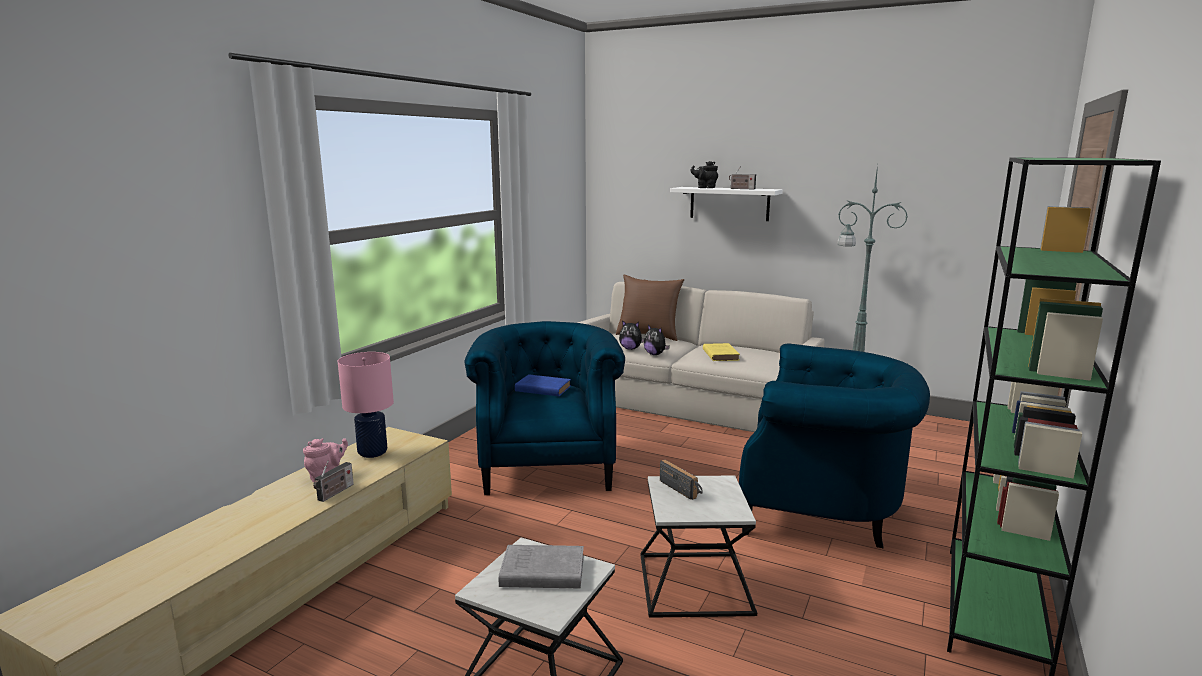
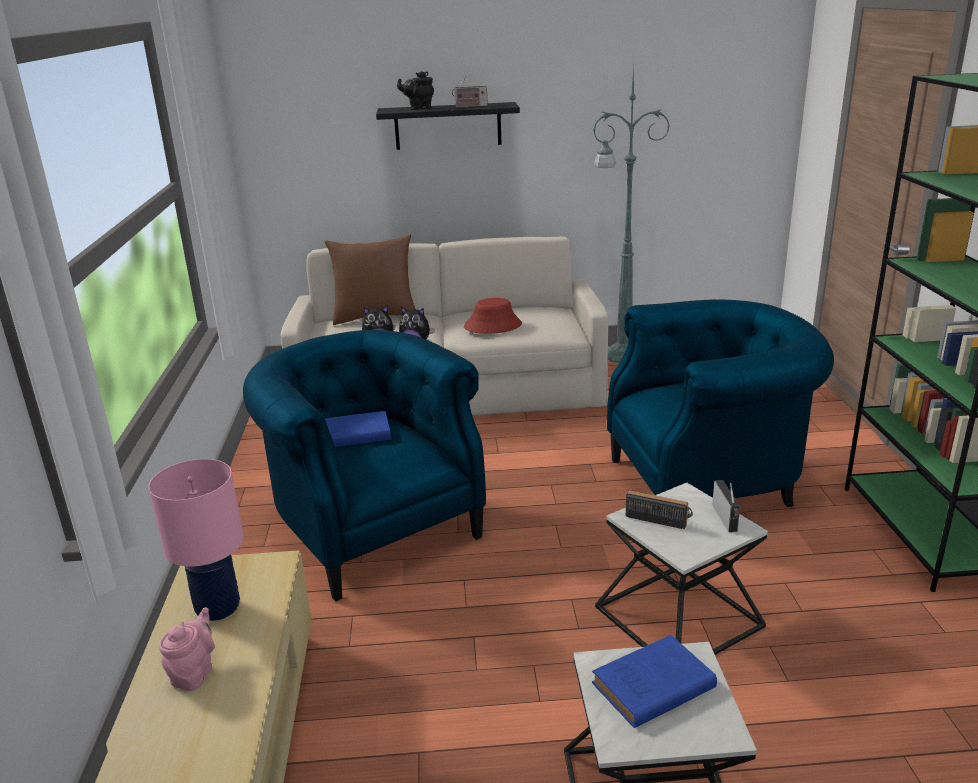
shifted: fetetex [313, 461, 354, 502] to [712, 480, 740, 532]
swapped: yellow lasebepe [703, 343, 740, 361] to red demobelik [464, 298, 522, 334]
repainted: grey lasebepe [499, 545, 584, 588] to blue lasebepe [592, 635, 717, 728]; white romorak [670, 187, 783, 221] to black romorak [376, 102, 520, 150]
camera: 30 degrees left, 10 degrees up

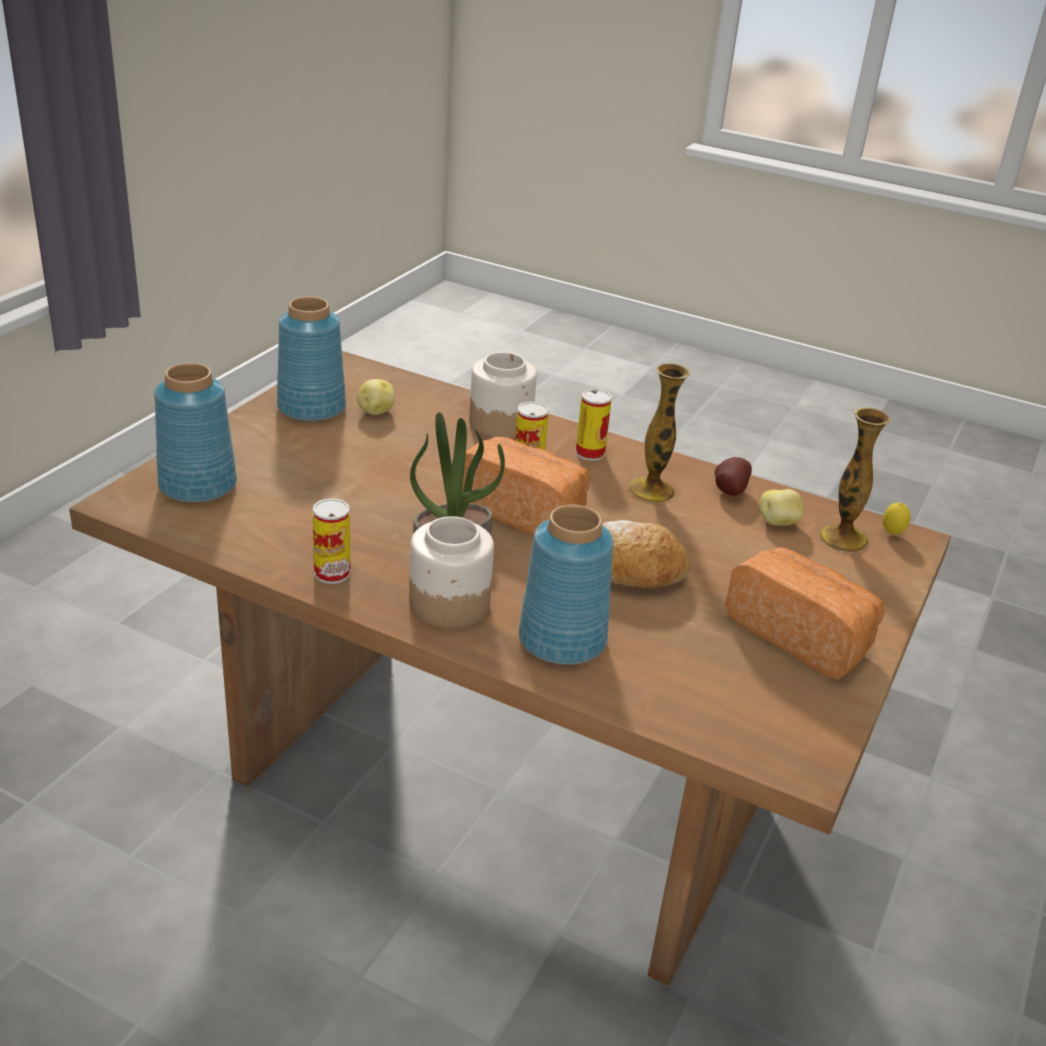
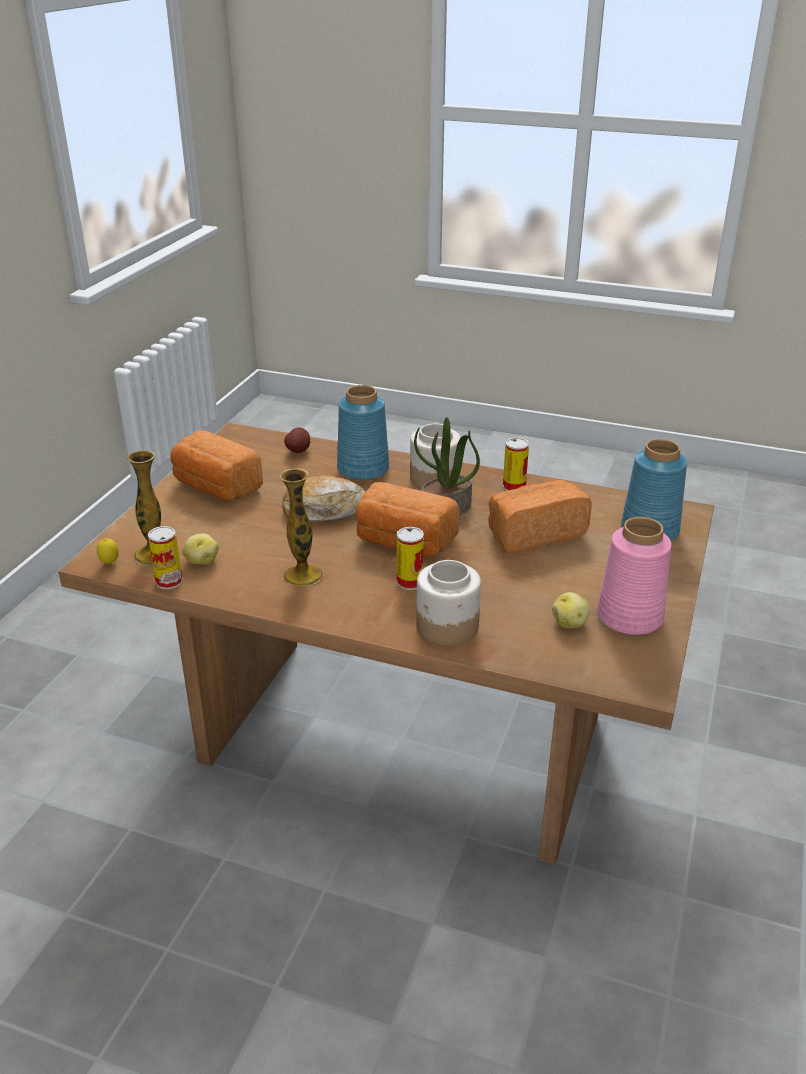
new: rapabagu [489, 480, 592, 553]
shifted: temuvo [576, 389, 612, 461] to [148, 526, 183, 589]; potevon [714, 457, 752, 496] to [284, 427, 310, 453]
repainted: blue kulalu [277, 297, 346, 422] to pink kulalu [597, 517, 672, 635]
camera: 175 degrees right, 0 degrees up

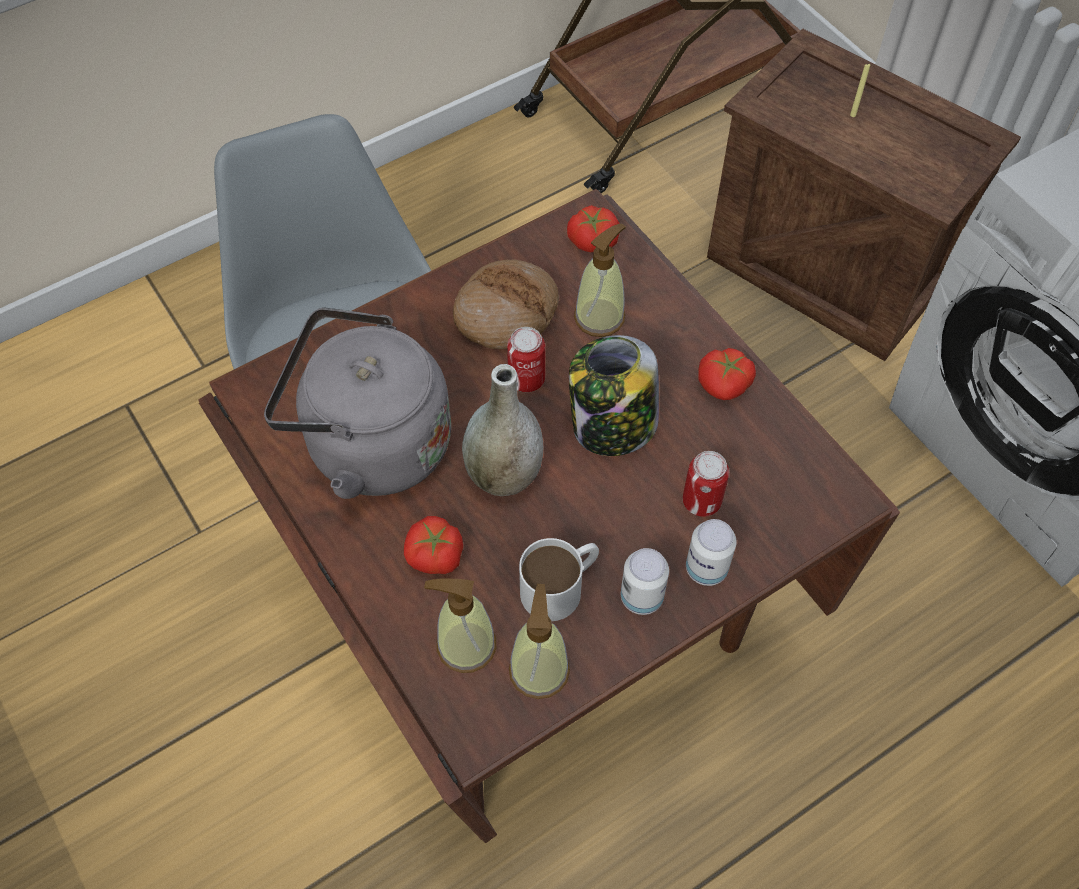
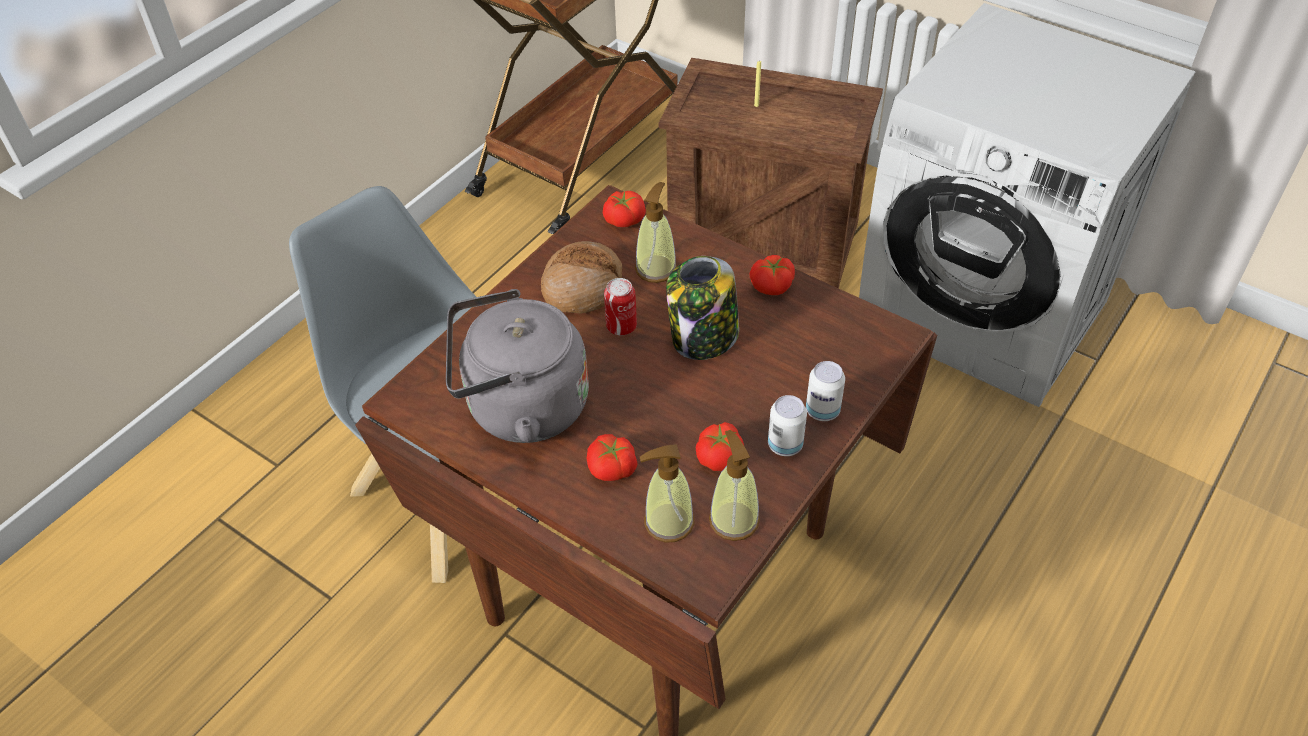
gone: grey kulalu [462, 364, 543, 496]; temuvo [683, 451, 729, 517]
swapped: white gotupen [519, 538, 599, 621] to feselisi [696, 422, 744, 471]
camera: 20 degrees left, 10 degrees down

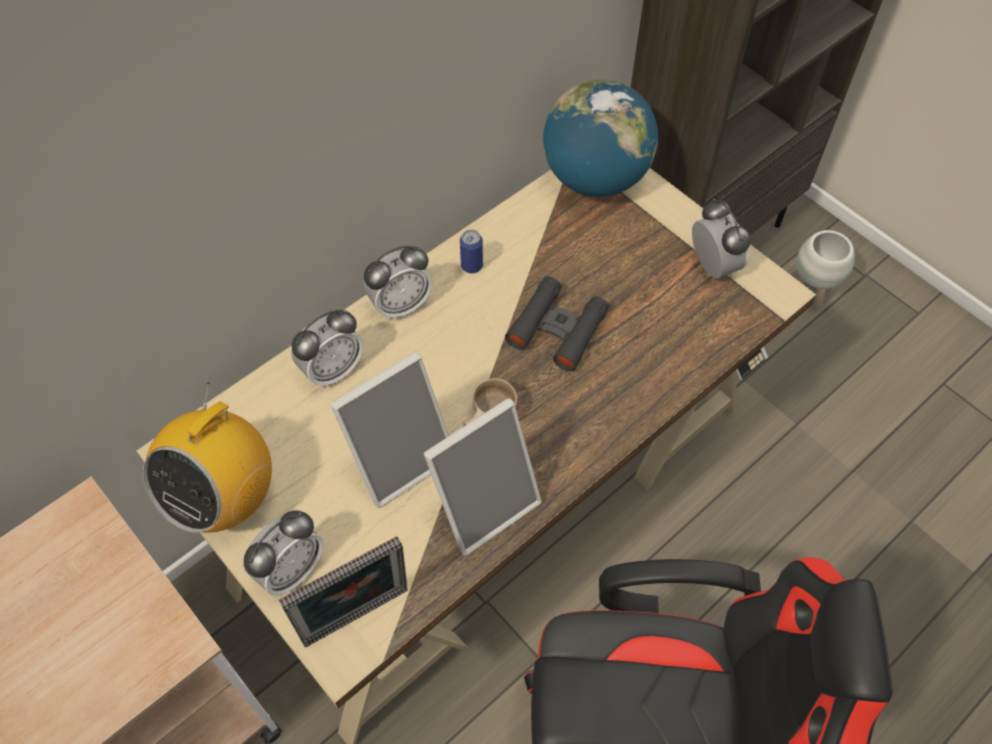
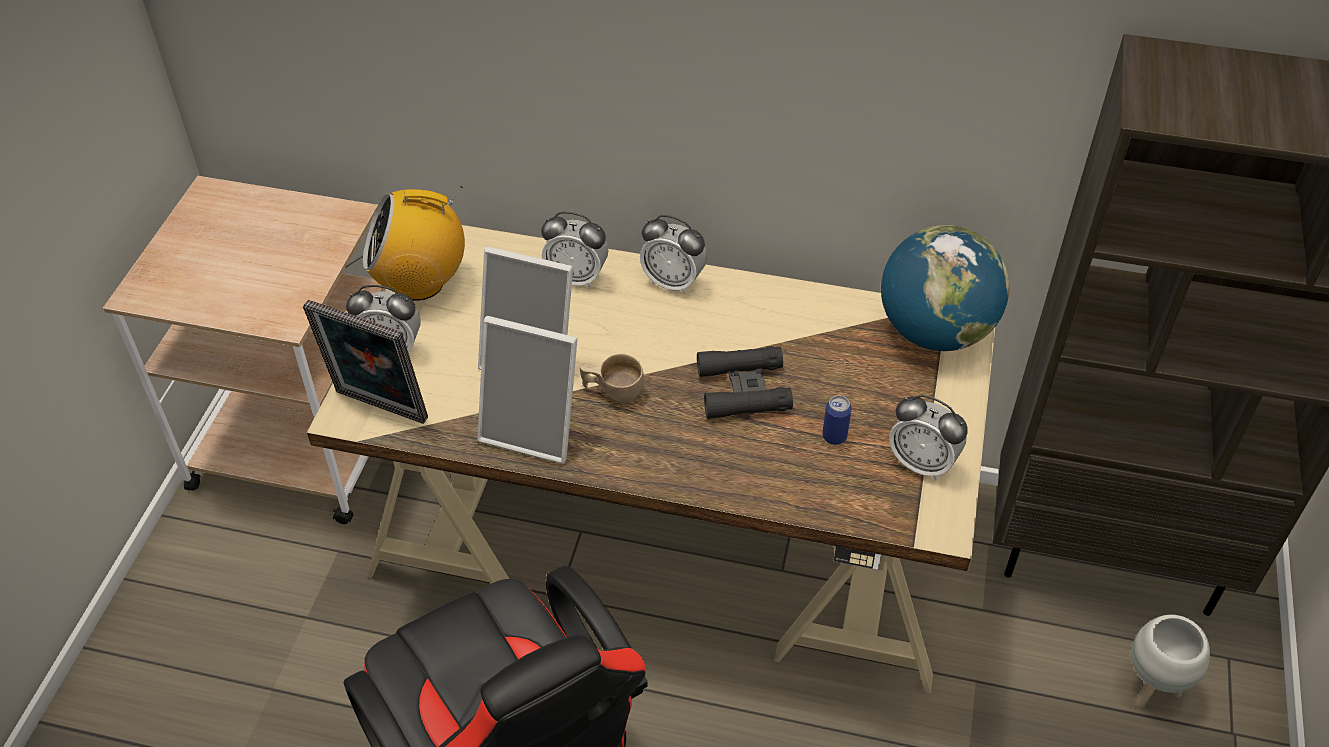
shifted: temuvo [460, 229, 483, 273] to [822, 395, 852, 445]
rotated: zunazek [692, 199, 751, 279] = [889, 395, 968, 480] 90 degrees clockwise
camera: 55 degrees right, 10 degrees down

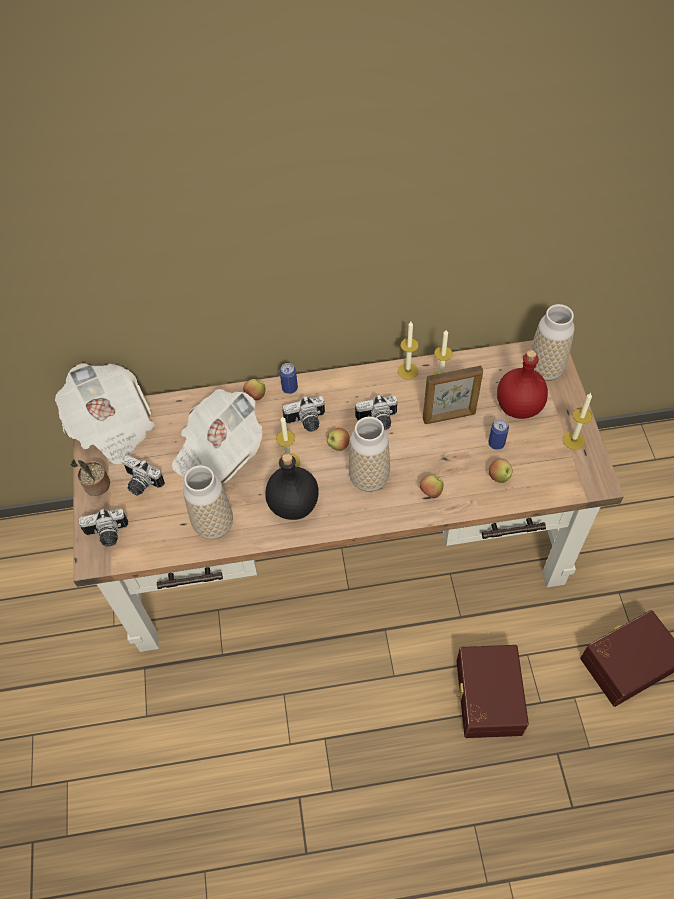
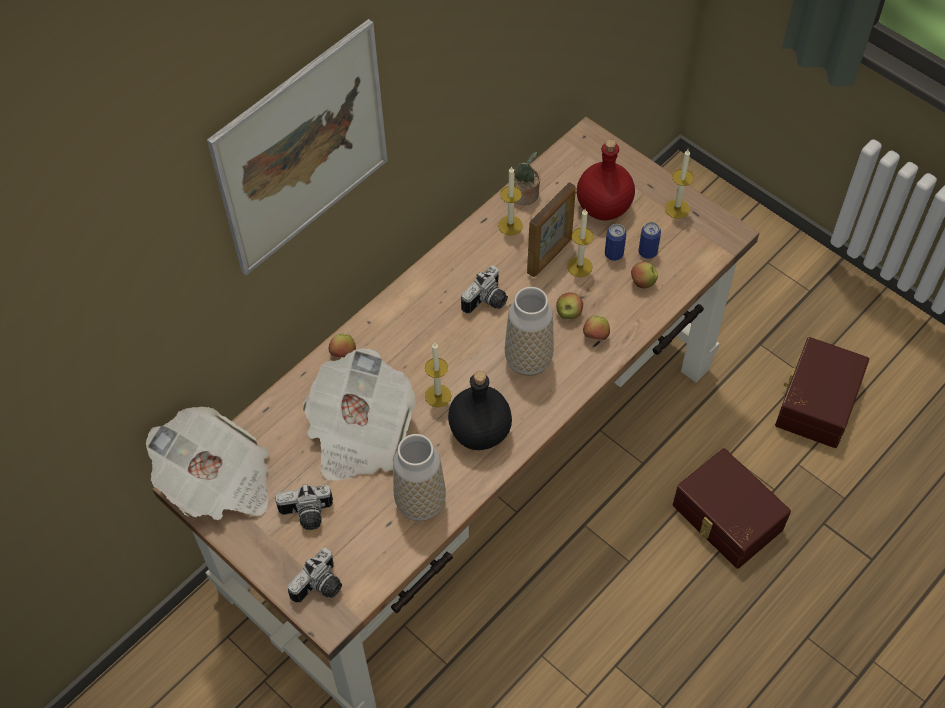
gone: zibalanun [283, 396, 325, 432]; kulalu [530, 304, 575, 381]
new: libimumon [207, 19, 388, 275]
shifted: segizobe [70, 459, 110, 496] to [514, 151, 540, 205]; temuvo [280, 363, 298, 394] to [639, 222, 661, 259]; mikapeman [327, 428, 350, 451] to [556, 292, 583, 319]; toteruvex [398, 322, 419, 380] to [567, 209, 594, 277]
camera: 40 degrees left, 0 degrees up

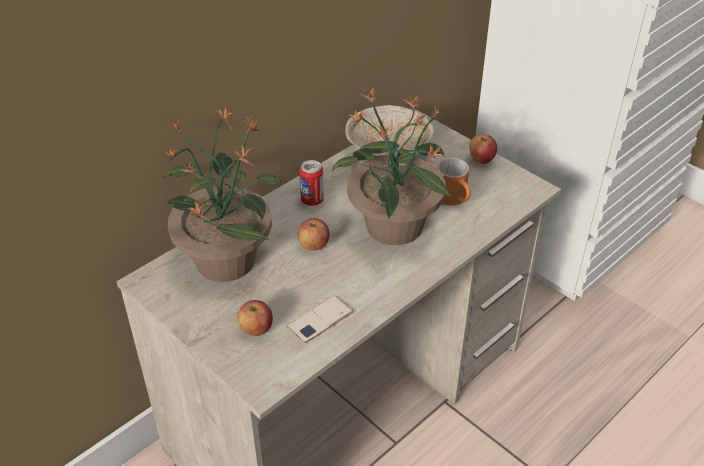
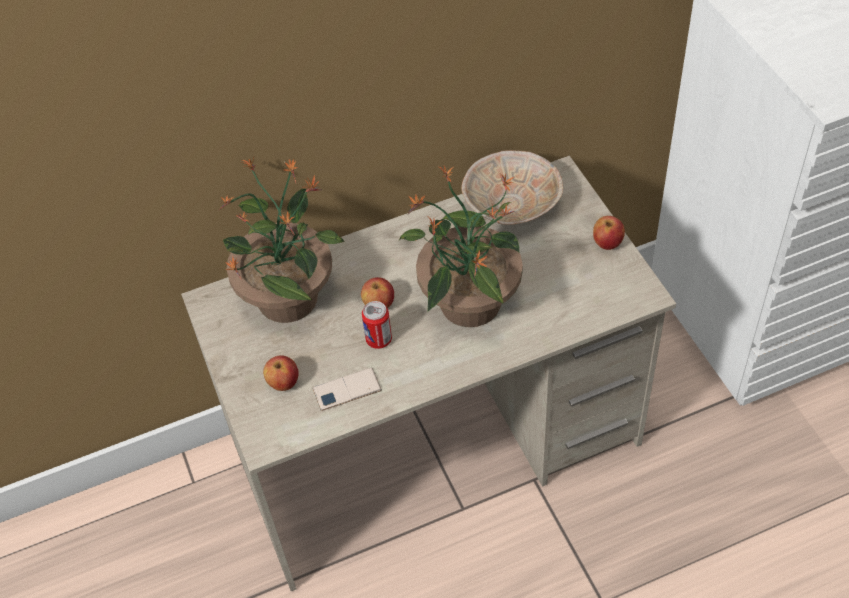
gone: orange gotupen [436, 158, 471, 206]
shifted: temuvo [299, 160, 324, 206] to [362, 301, 392, 349]
camera: 25 degrees right, 10 degrees up

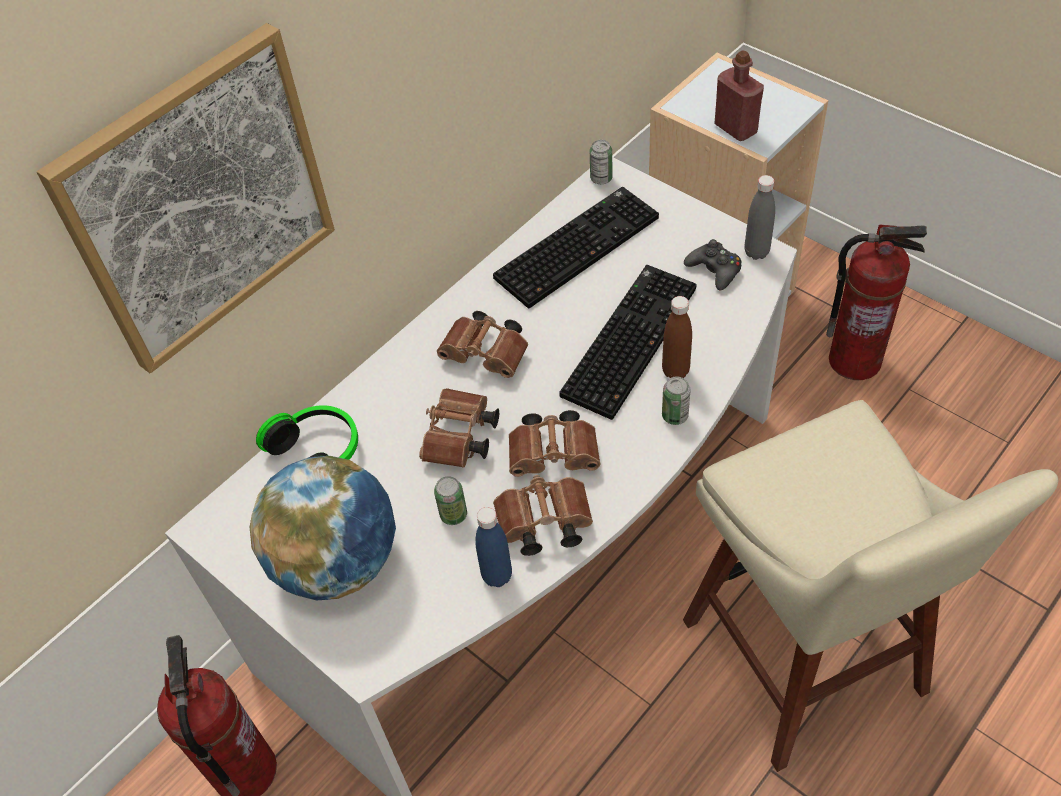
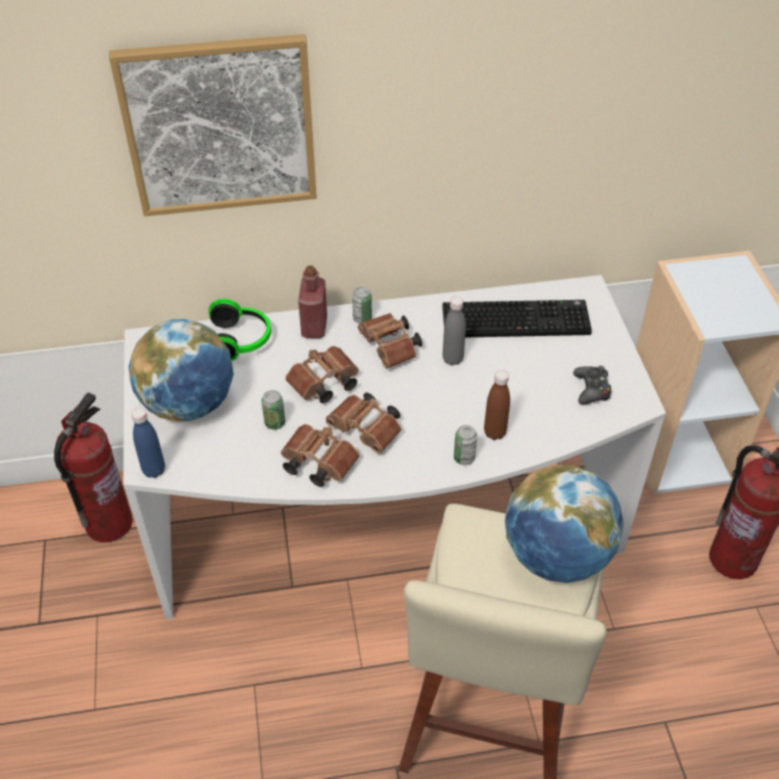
gone: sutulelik [560, 265, 697, 420]
new: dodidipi [505, 465, 624, 583]
shifted: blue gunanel [475, 507, 512, 587] to [131, 408, 165, 478]; temuvo [590, 140, 612, 184] to [352, 287, 372, 324]; red gunanel [714, 50, 764, 141] to [298, 266, 327, 338]; grey gunanel [744, 175, 775, 260] to [442, 297, 466, 366]
camera: 35 degrees right, 5 degrees down

